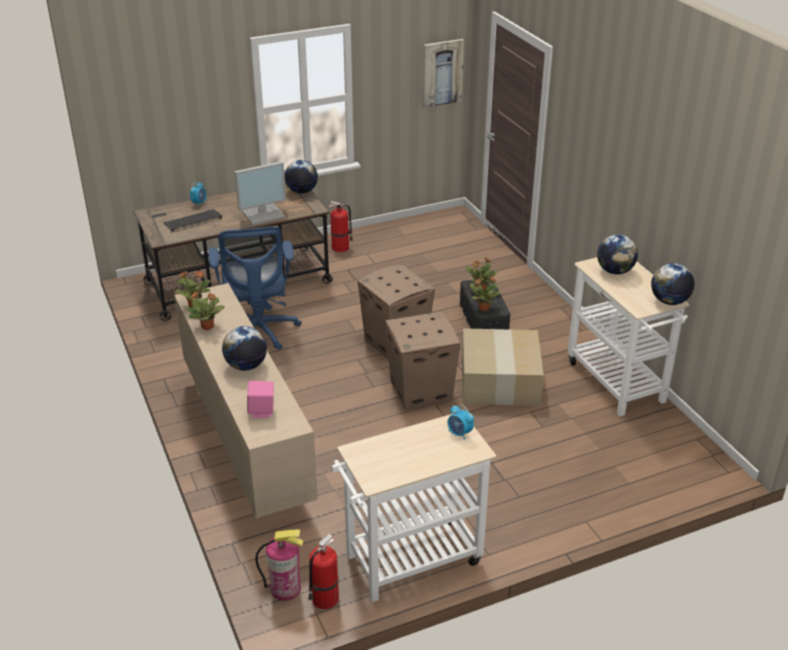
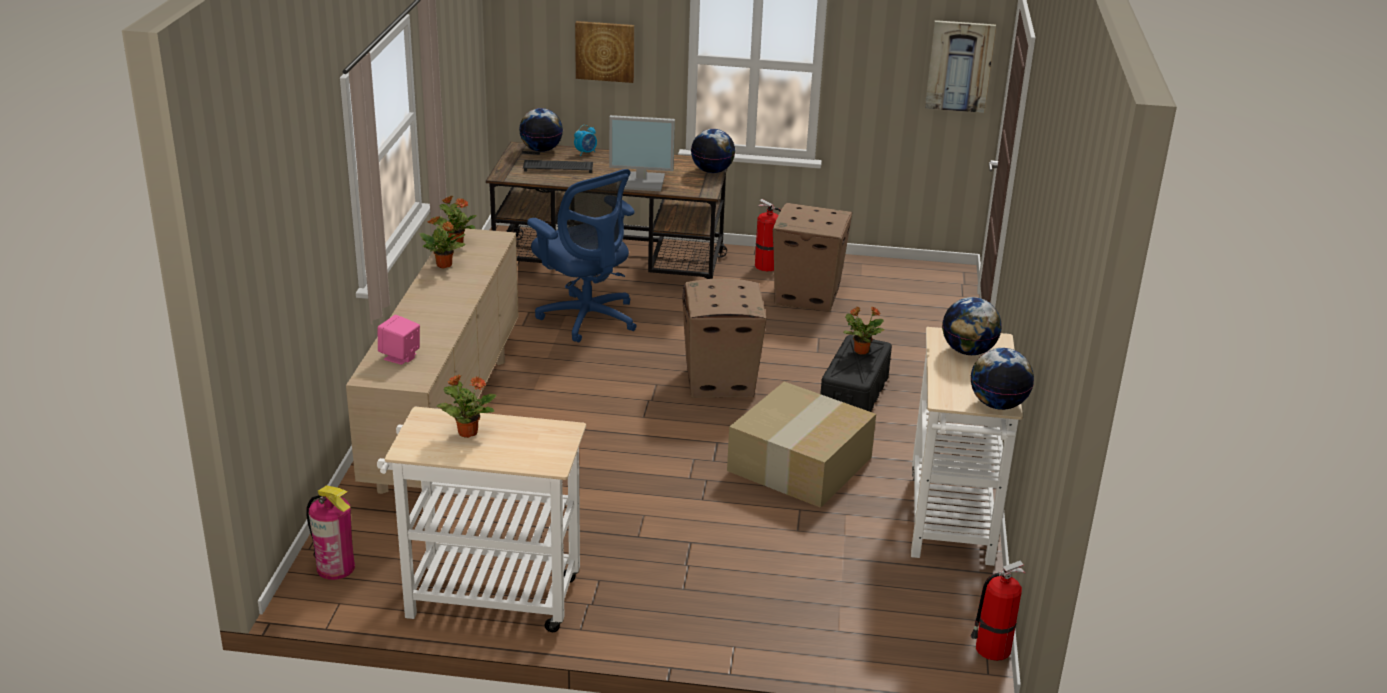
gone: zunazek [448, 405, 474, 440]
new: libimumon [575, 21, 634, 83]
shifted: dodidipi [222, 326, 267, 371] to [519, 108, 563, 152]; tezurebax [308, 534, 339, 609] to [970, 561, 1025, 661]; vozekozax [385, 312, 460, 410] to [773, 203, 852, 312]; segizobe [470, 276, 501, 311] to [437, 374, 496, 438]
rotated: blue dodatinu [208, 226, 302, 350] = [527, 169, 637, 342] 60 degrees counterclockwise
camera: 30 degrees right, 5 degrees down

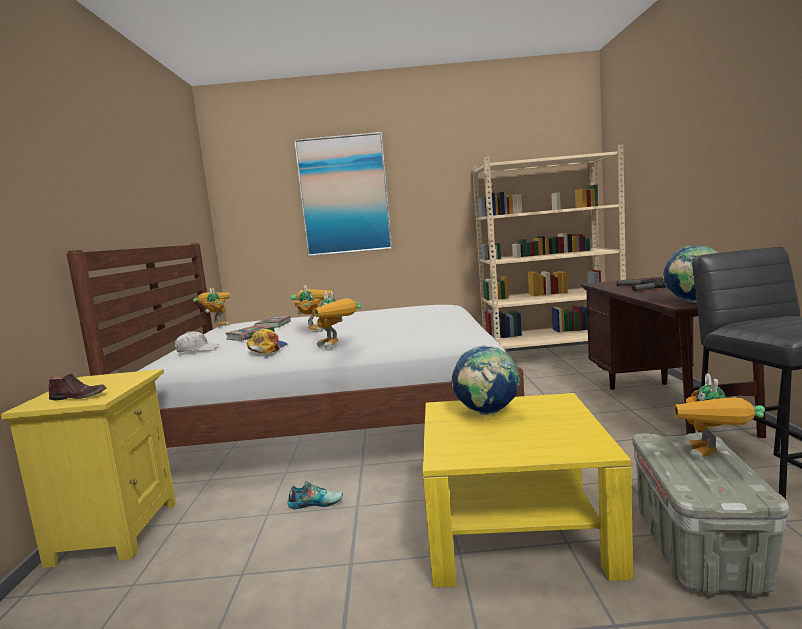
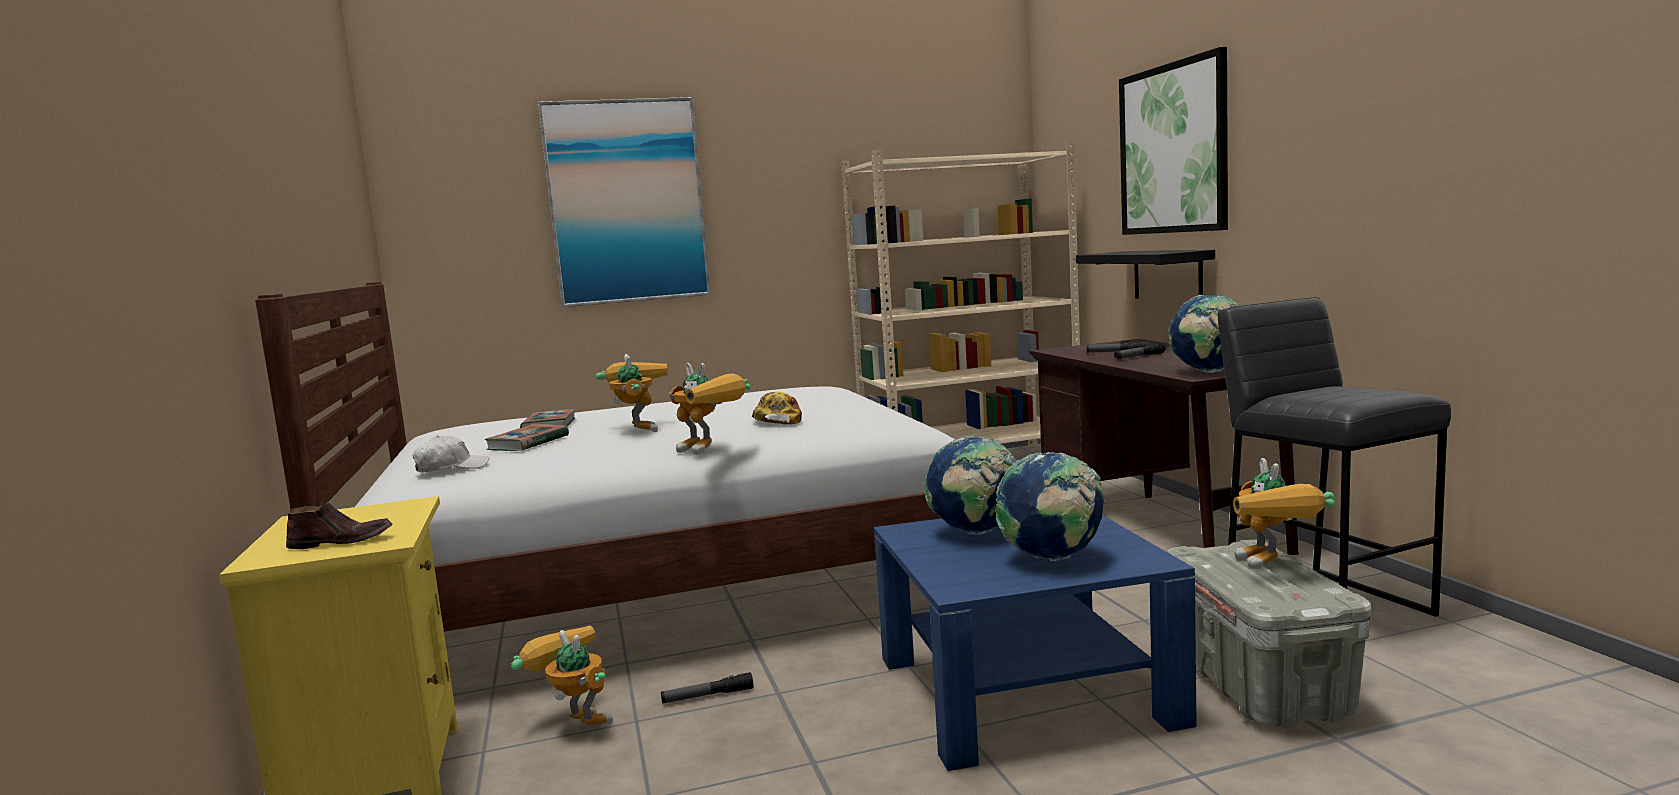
new: dodidipi [995, 452, 1105, 561]; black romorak [1076, 250, 1215, 299]; libimumon [1119, 47, 1228, 235]
shifted: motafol [193, 288, 230, 326] to [511, 626, 613, 725]; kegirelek [246, 329, 287, 353] to [752, 391, 802, 424]
swapped: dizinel [287, 481, 343, 509] to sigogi [661, 672, 753, 704]
repainted: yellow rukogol [423, 393, 633, 587] to blue rukogol [874, 515, 1197, 771]
camera: 15 degrees left, 0 degrees up

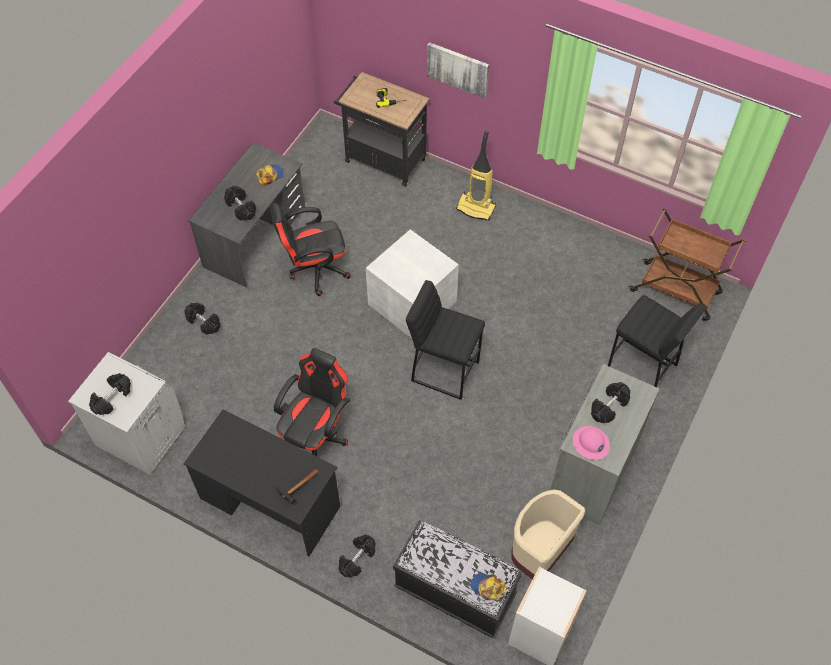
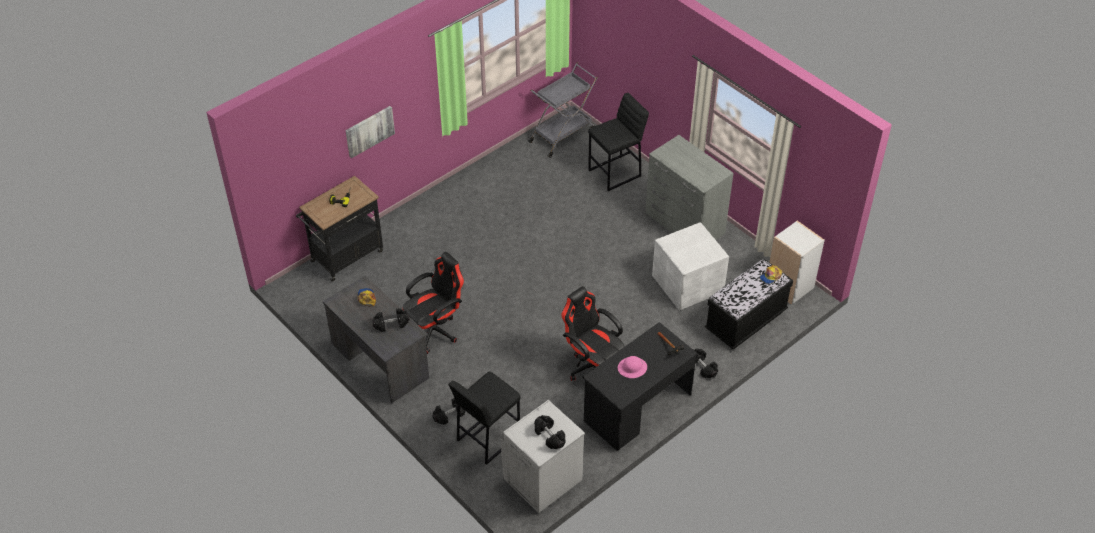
gone: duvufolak [456, 131, 496, 221]; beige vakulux [511, 490, 585, 580]; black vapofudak [591, 382, 630, 423]
shifted: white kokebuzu [366, 229, 459, 338] to [652, 222, 729, 310]; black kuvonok [406, 280, 485, 400] to [448, 372, 521, 465]; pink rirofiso [573, 426, 610, 460] to [618, 356, 647, 378]
repainted: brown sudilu [628, 208, 747, 321] to grey sudilu [528, 62, 598, 158]
rotated: black dodatinu [270, 203, 351, 296] = [403, 252, 464, 354] 135 degrees counterclockwise
camera: 70 degrees left, 10 degrees down

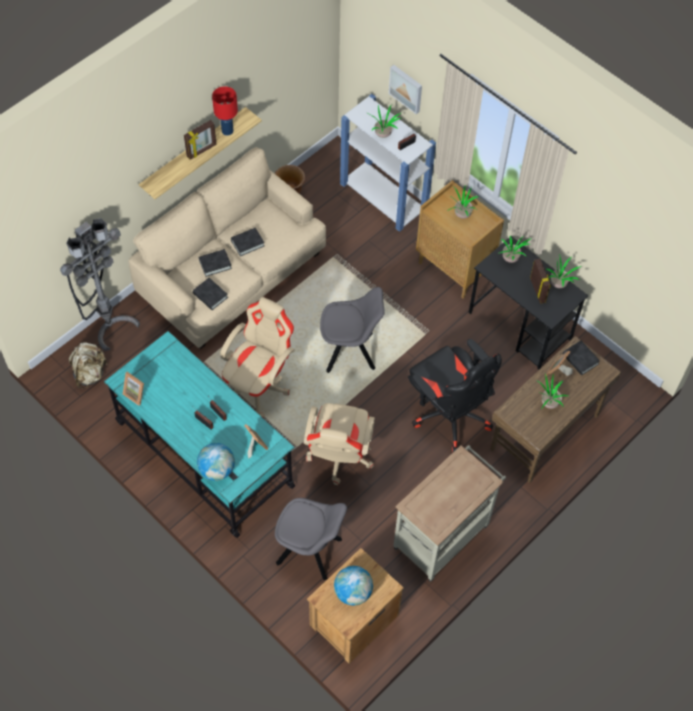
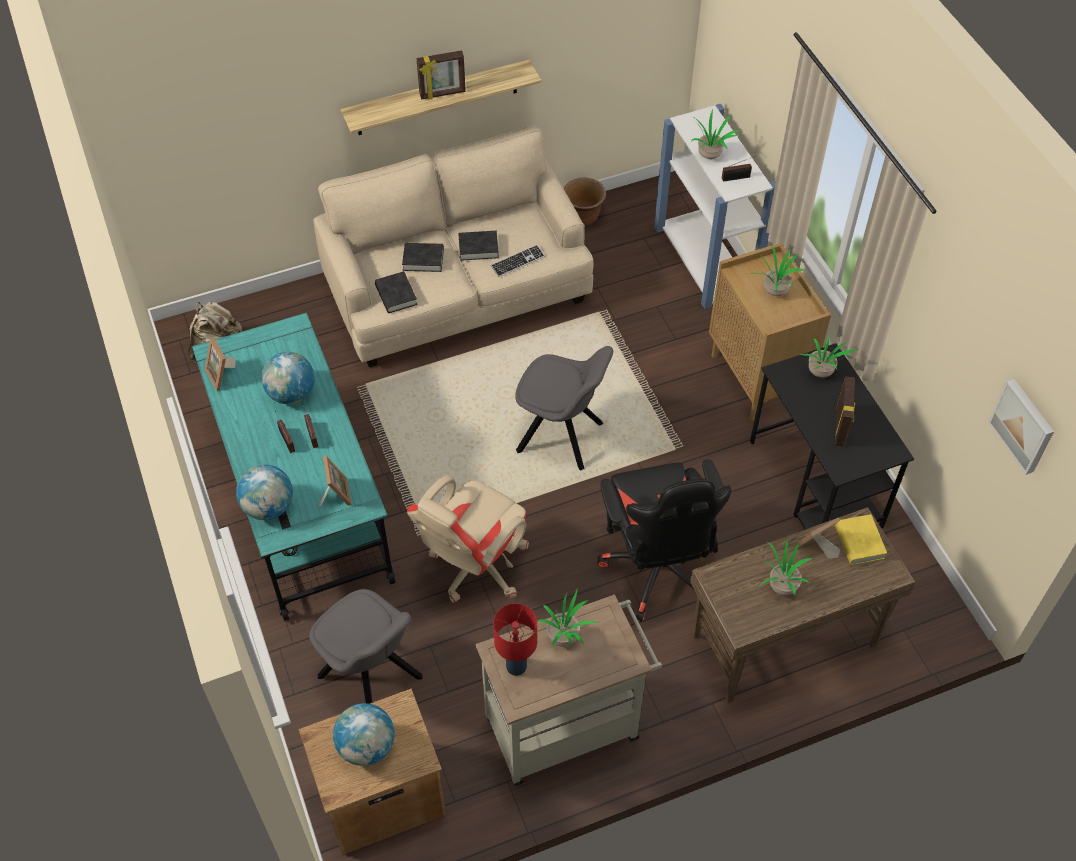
gone: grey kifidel [60, 218, 140, 351]; beige dodatinu [220, 297, 295, 418]
new: dodidipi [261, 352, 315, 404]; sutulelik [491, 245, 545, 277]
shifted: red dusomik [212, 86, 238, 136] to [493, 603, 537, 676]; libimumon [389, 65, 422, 114] to [988, 379, 1054, 475]; segizobe [546, 254, 582, 288] to [537, 588, 598, 647]
repainted: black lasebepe [563, 340, 600, 375] to yellow lasebepe [835, 514, 887, 565]
camera: 25 degrees right, 5 degrees down

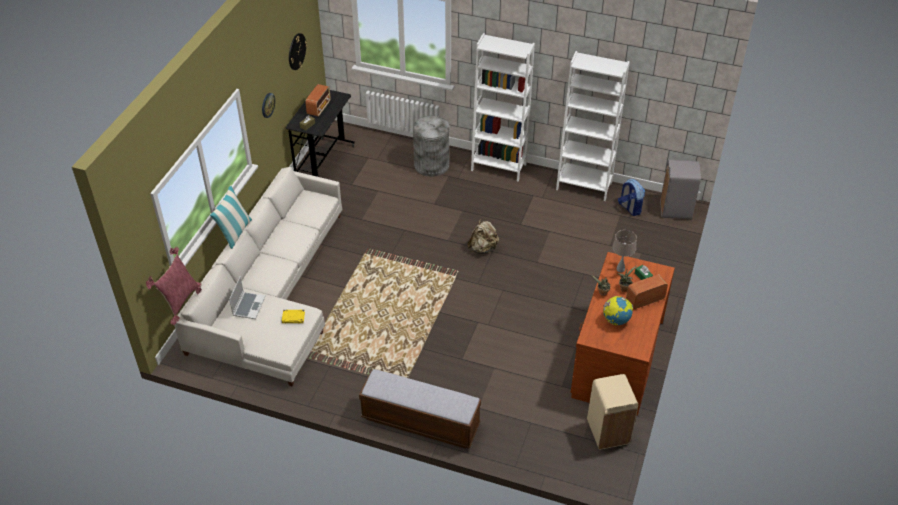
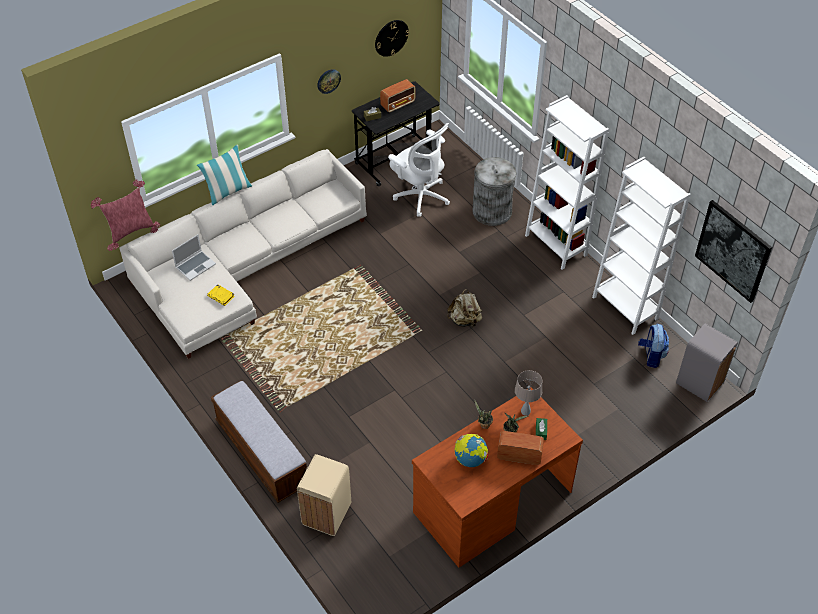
new: white dodatinu [388, 123, 450, 217]; libimumon [695, 200, 772, 303]
shifted: beige vakulux [587, 374, 638, 449] to [297, 454, 351, 536]
camera: 35 degrees right, 5 degrees up

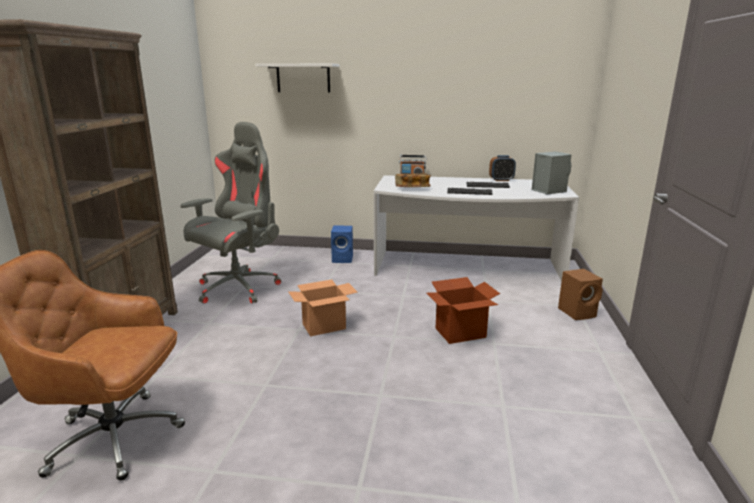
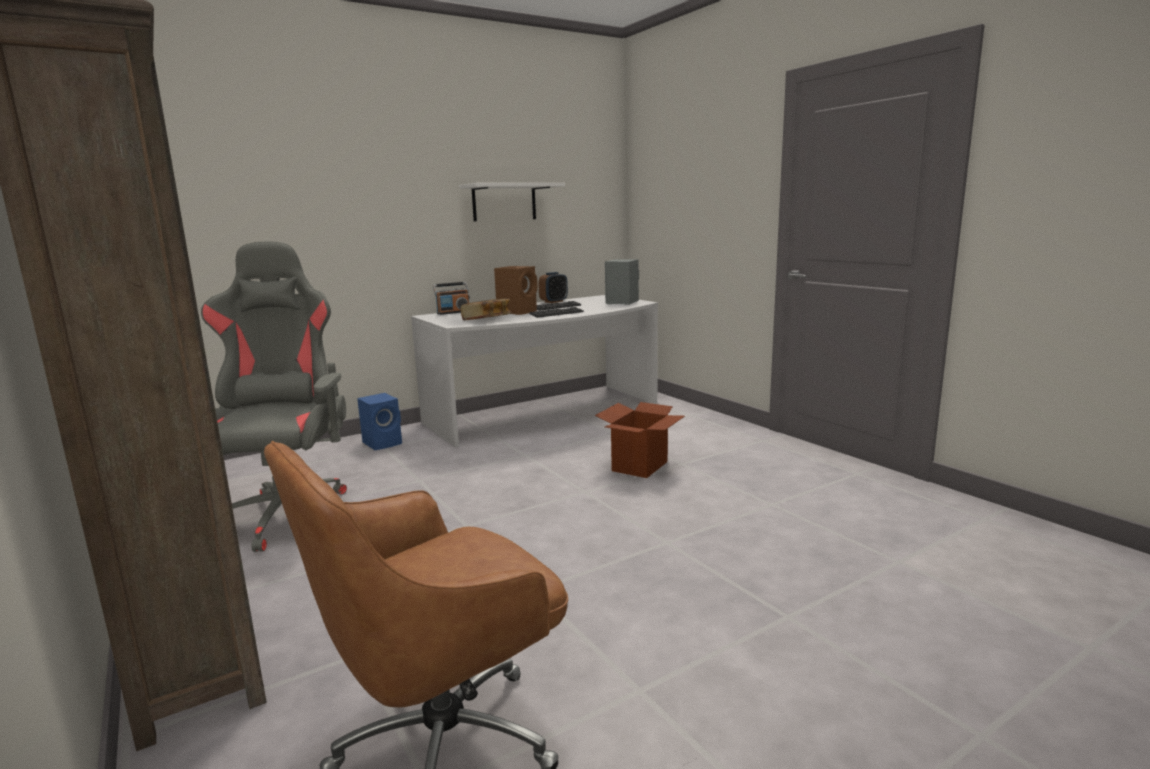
gone: vozekozax [288, 280, 358, 336]
shifted: white romorak [255, 64, 339, 93] to [459, 183, 565, 221]; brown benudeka [558, 269, 603, 320] to [494, 266, 538, 315]
camera: 40 degrees left, 5 degrees down

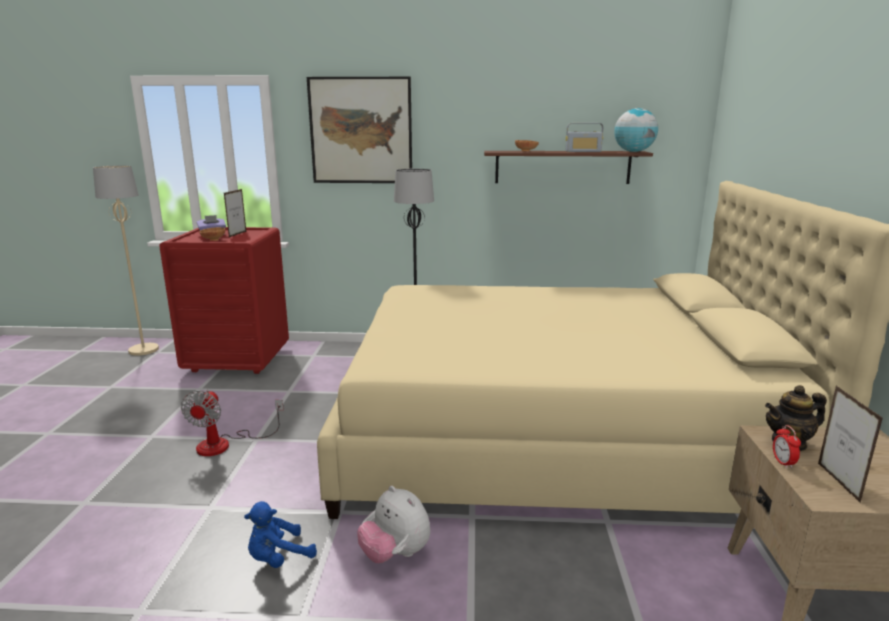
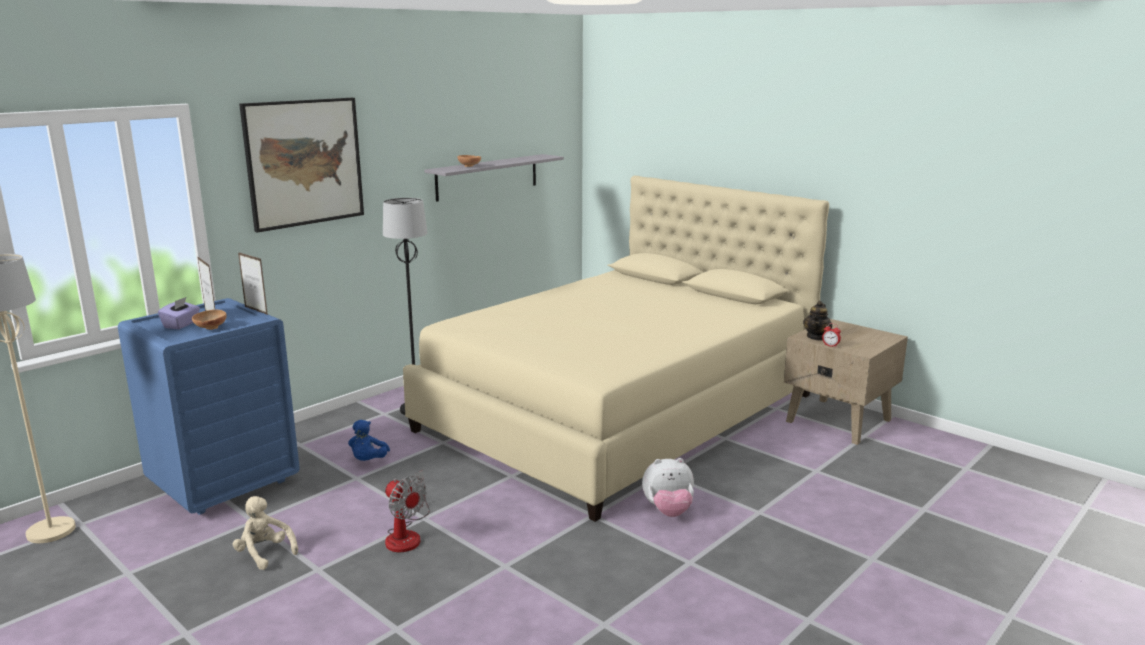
gone: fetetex [566, 123, 603, 152]; dodidipi [614, 108, 658, 152]
new: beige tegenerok [232, 496, 298, 570]
shifted: blue tegenerok [244, 501, 317, 568] to [348, 420, 390, 461]; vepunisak [818, 386, 883, 503] to [238, 252, 268, 315]
repainted: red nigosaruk [159, 227, 289, 374] to blue nigosaruk [118, 298, 300, 515]; brown romorak [484, 151, 653, 184] to grey romorak [424, 154, 564, 202]
camera: 50 degrees left, 0 degrees up

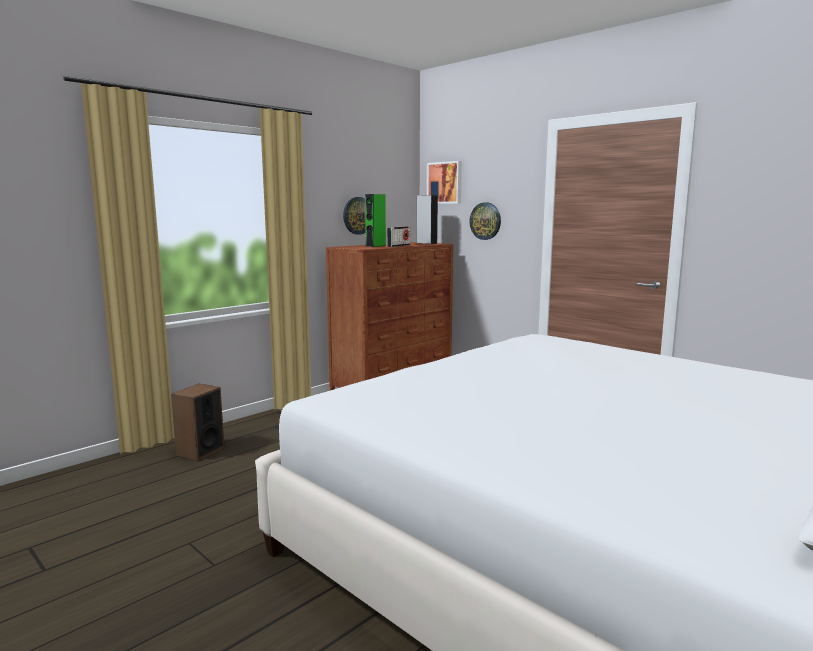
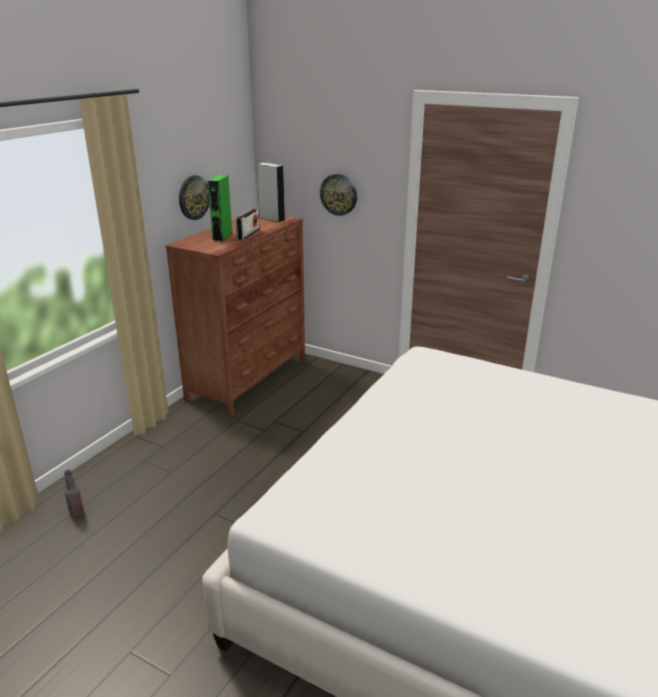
gone: libimumon [427, 161, 462, 204]
swapped: benudeka [171, 384, 224, 461] to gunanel [64, 470, 84, 518]
camera: 15 degrees left, 15 degrees up

